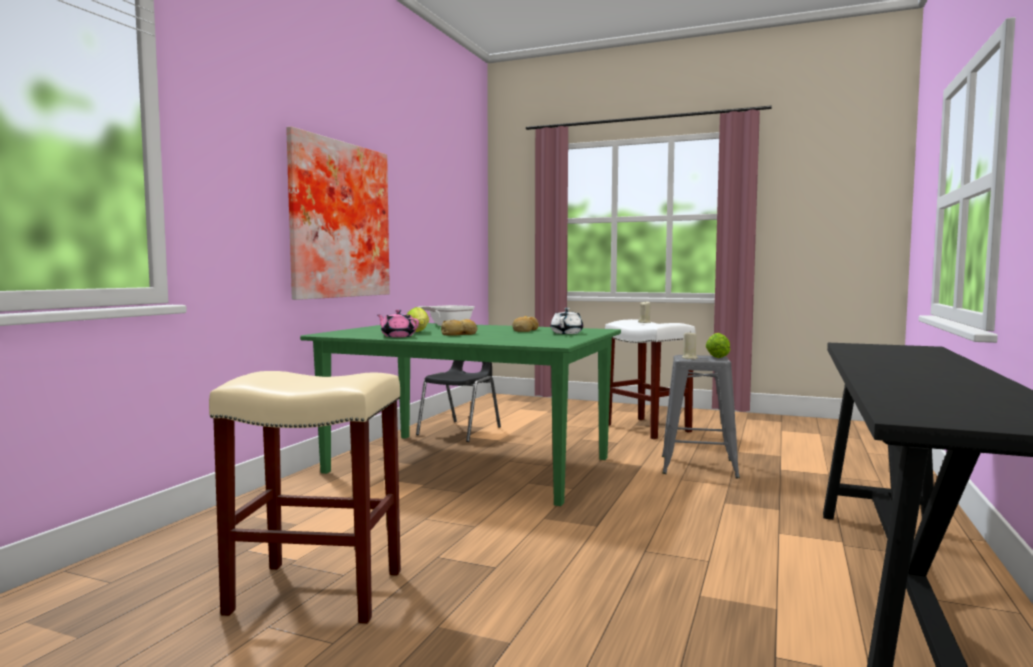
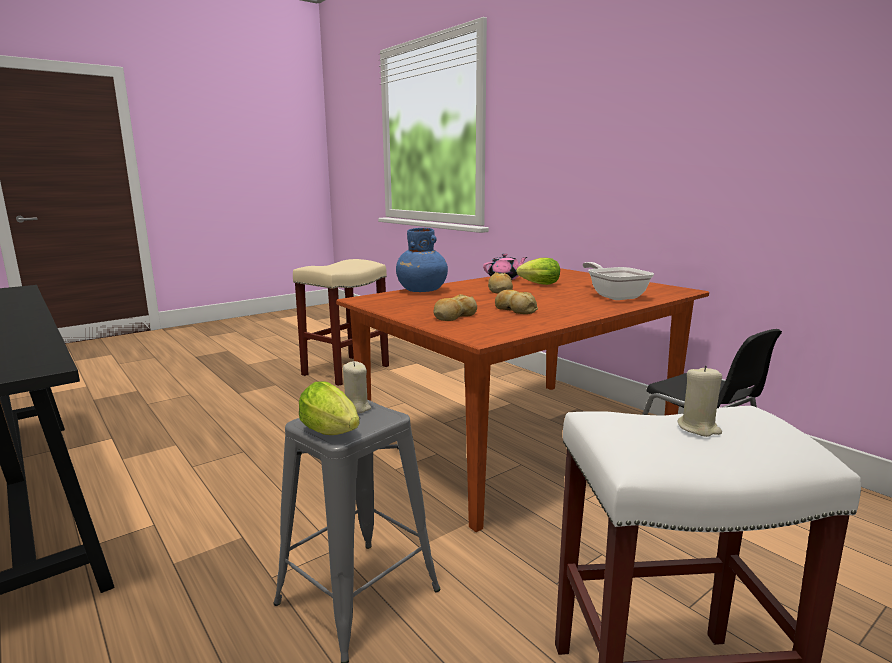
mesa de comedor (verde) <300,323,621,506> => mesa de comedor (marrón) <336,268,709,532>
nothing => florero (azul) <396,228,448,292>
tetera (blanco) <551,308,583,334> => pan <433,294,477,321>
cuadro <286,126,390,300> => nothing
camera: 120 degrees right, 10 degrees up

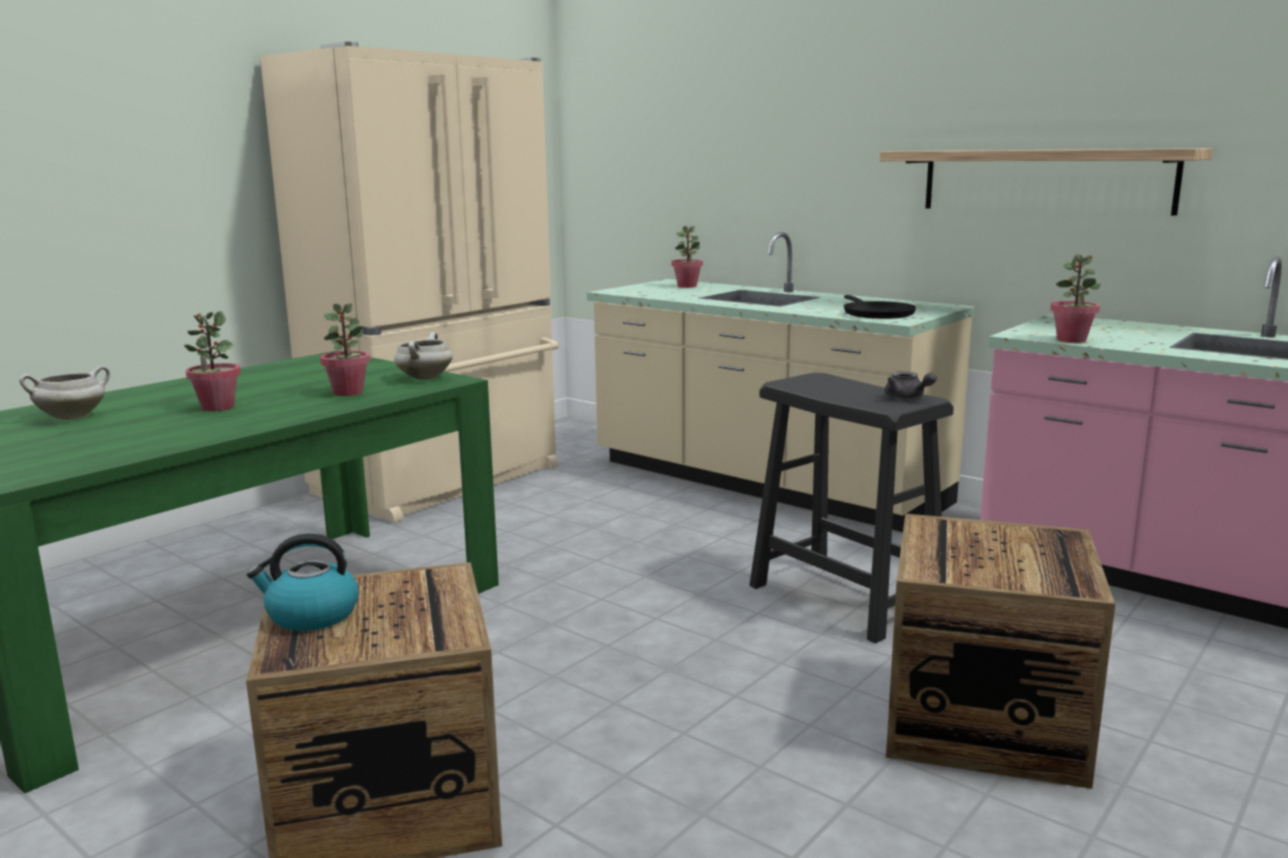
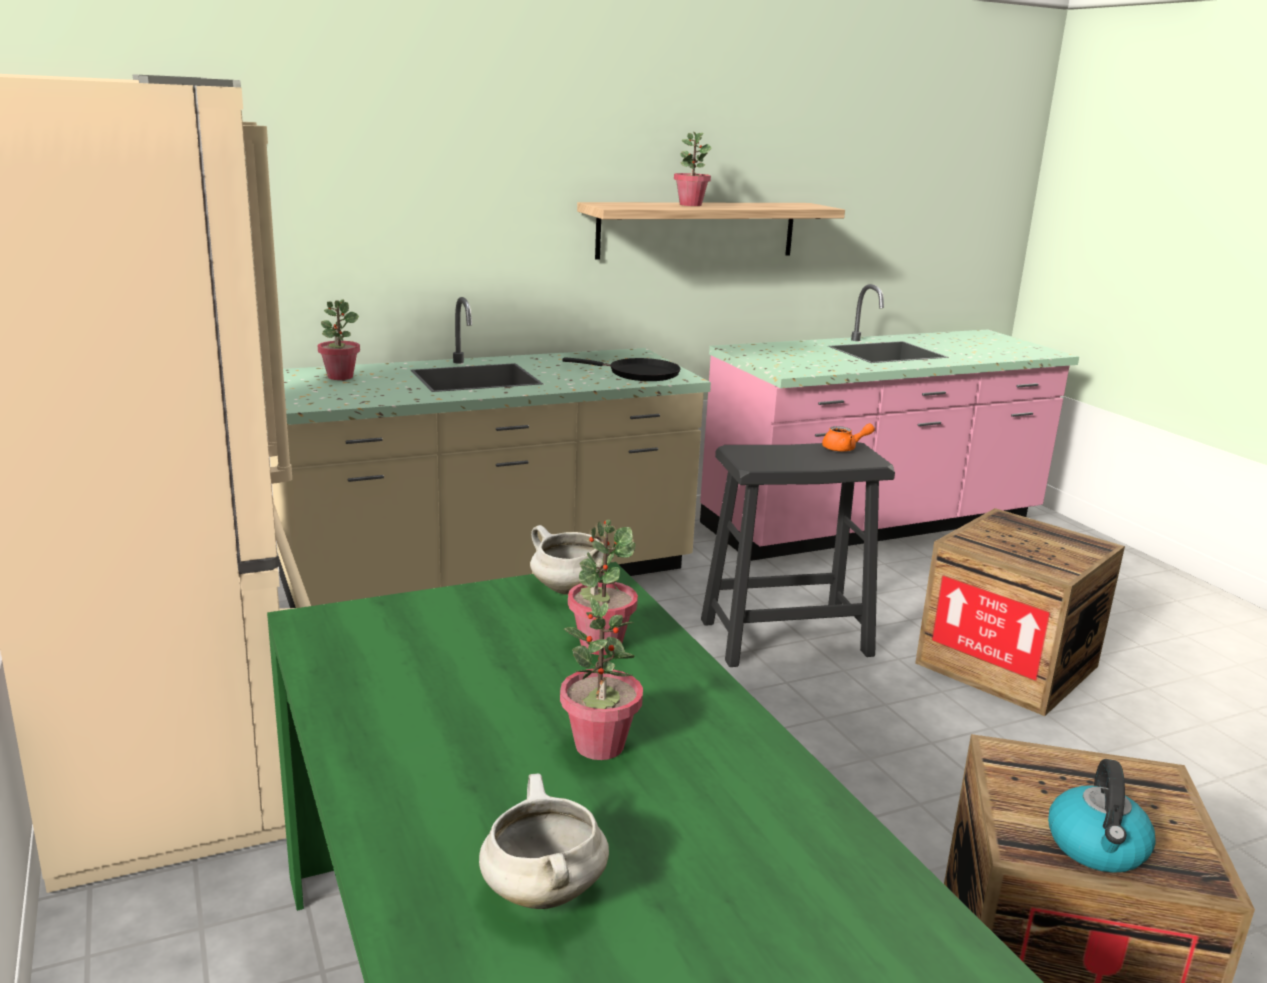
planta en maceta <1050,253,1101,343> => planta en maceta <674,132,712,206>, shifted
tetera (gris) <885,371,937,399> => tetera (naranja) <822,423,875,452>
camera: 65 degrees left, 5 degrees up

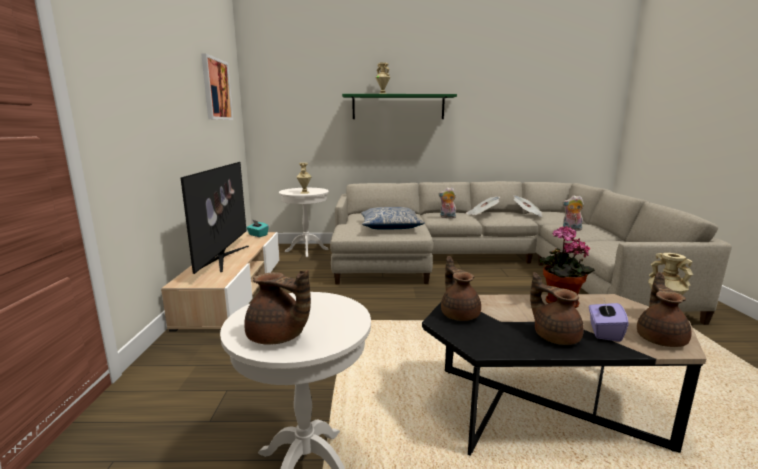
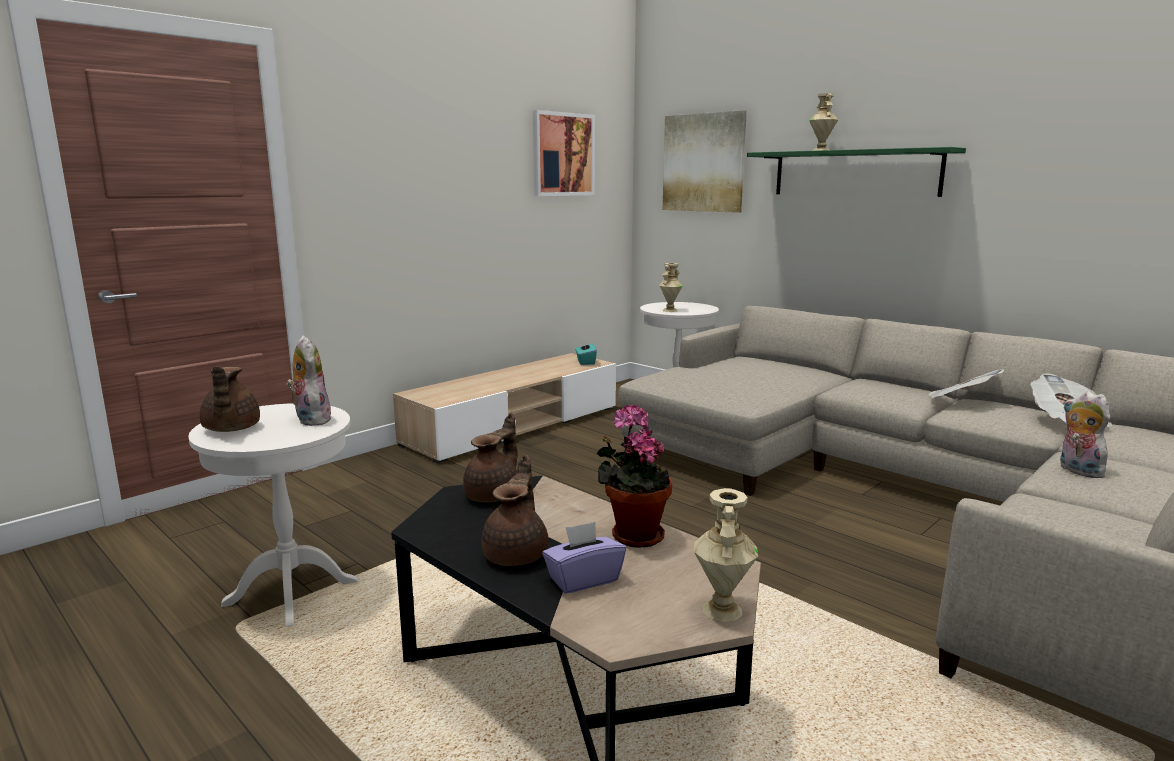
peluche <438,187,457,219> => peluche <286,335,332,426>, shifted
nothing => cuadro <663,110,747,213>
televisor <181,162,249,274> => nothing
cojín <361,207,425,229> => nothing
tetera (marrón) <637,272,691,347> => nothing
camera: 45 degrees right, 0 degrees up

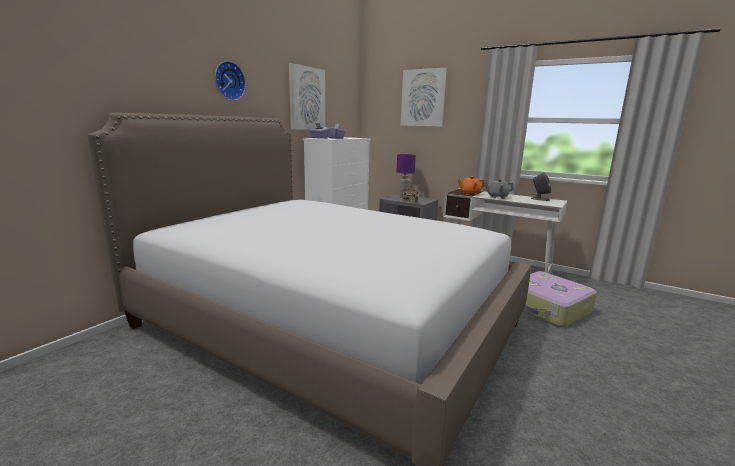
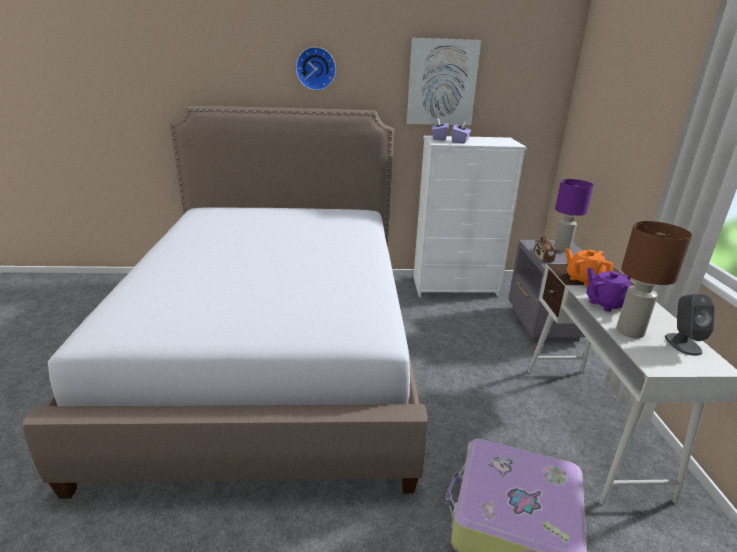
tetera (gris) <484,179,514,199> => tetera (morado) <586,268,631,312>
nothing => lámpara de mesa (marrón) <616,221,692,338>
cuadro <401,68,447,127> => nothing
camera: 55 degrees right, 10 degrees up

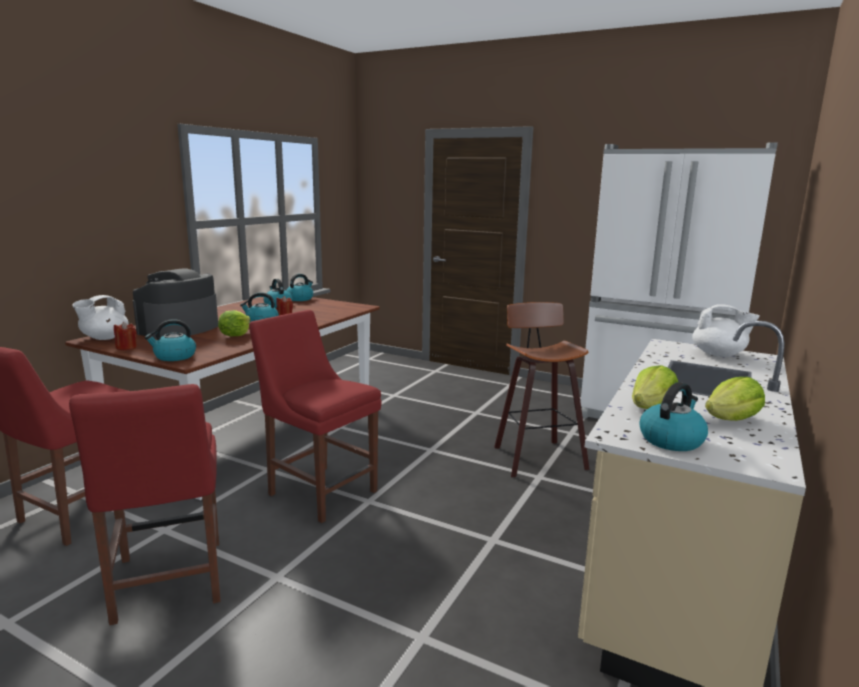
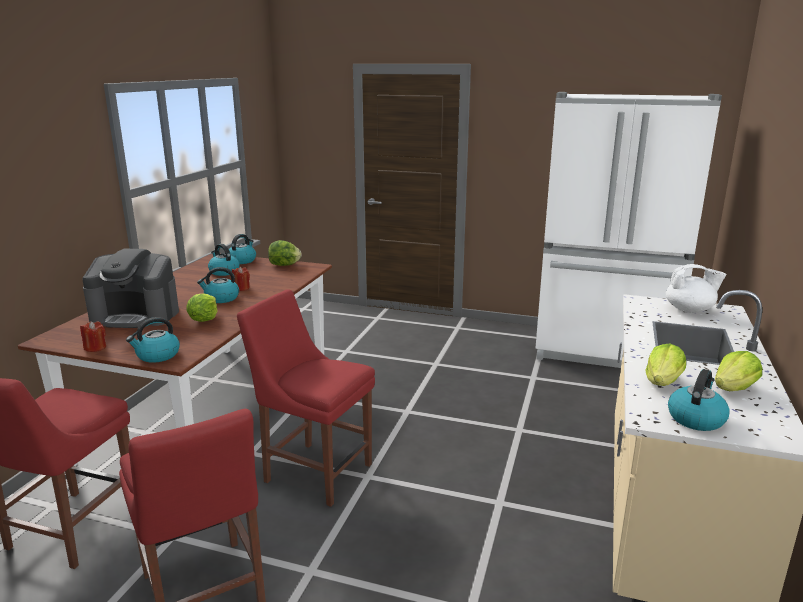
cafetera <133,268,218,339> => cafetera <82,249,179,328>, 105 degrees counterclockwise
nothing => lechuga <268,240,302,266>
tetera (blanco) <72,295,128,340> => nothing
taburete <494,302,589,477> => nothing
camera: 10 degrees left, 5 degrees up

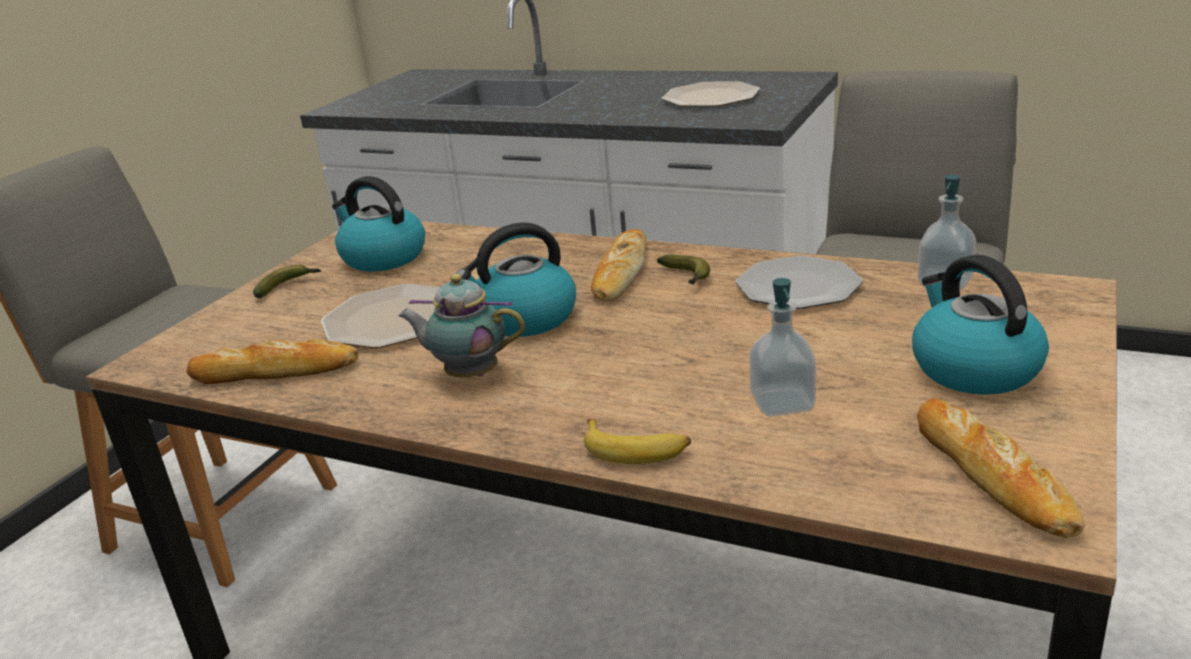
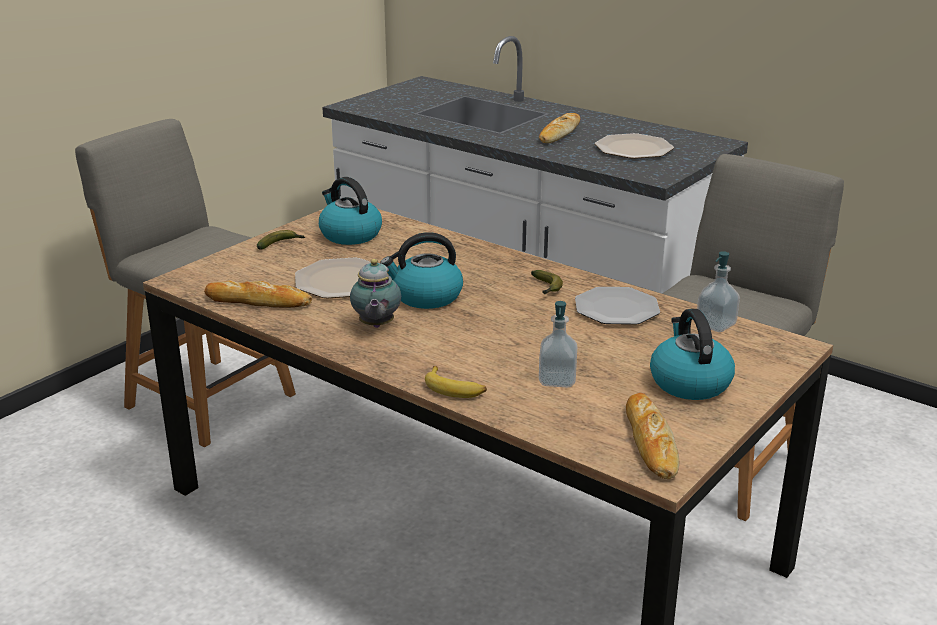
tetera <398,274,525,377> => tetera <350,259,401,328>, 120 degrees counterclockwise
pan <591,229,647,301> => pan <539,113,580,143>, shifted
camera: 10 degrees right, 0 degrees up

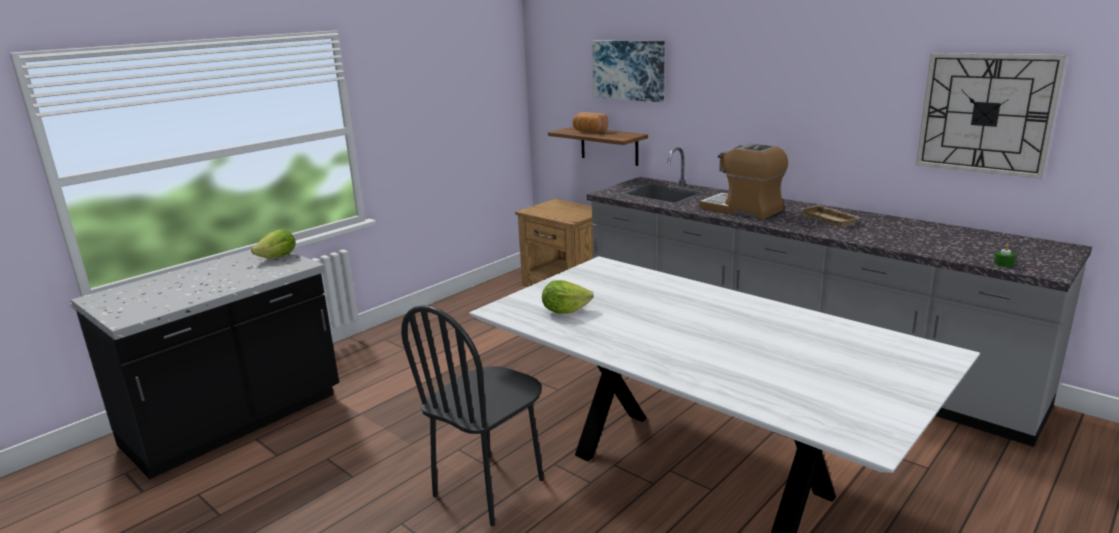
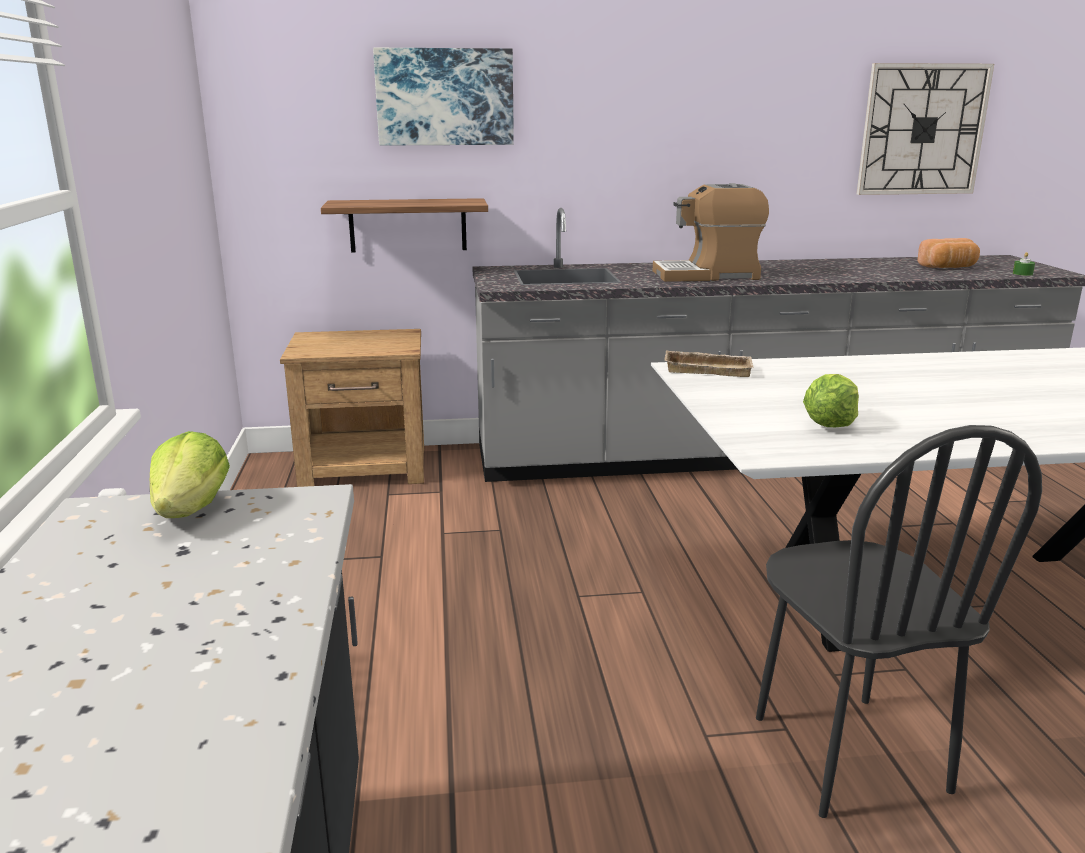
bandeja (beis) <800,205,861,227> => bandeja (beis) <664,350,754,377>, shifted
pan <573,112,608,132> => pan <917,238,980,268>, shifted
camera: 50 degrees left, 0 degrees up

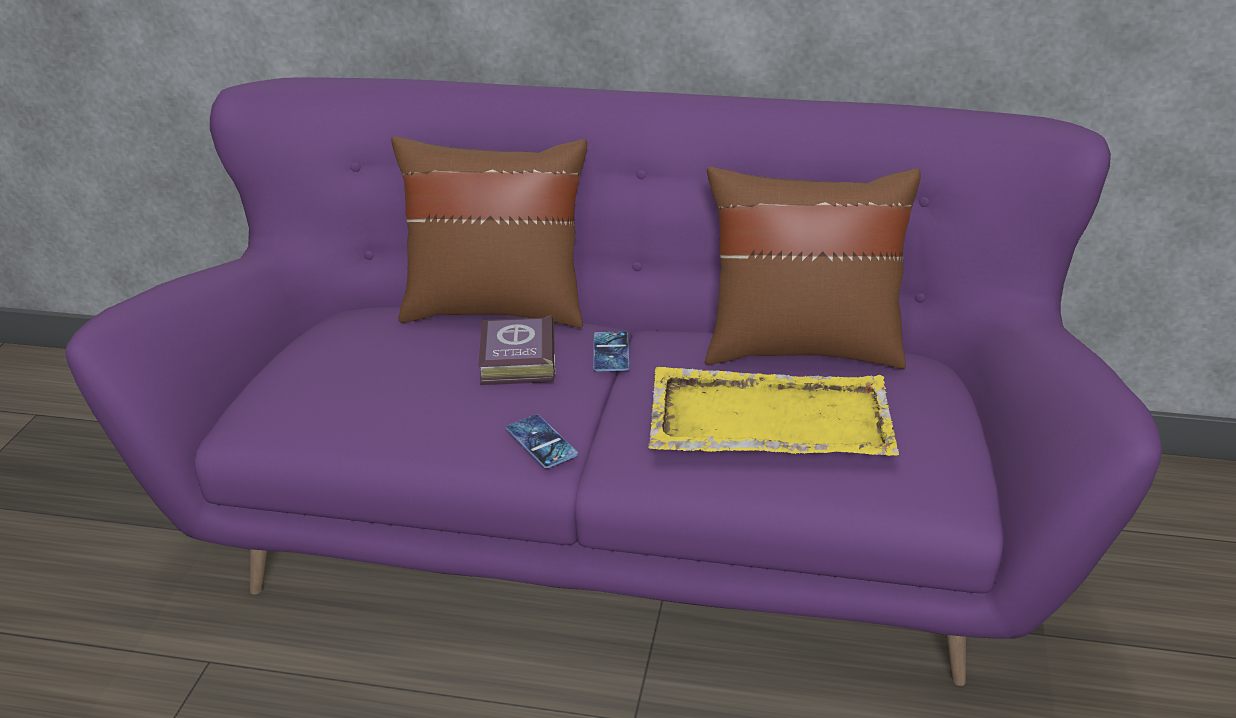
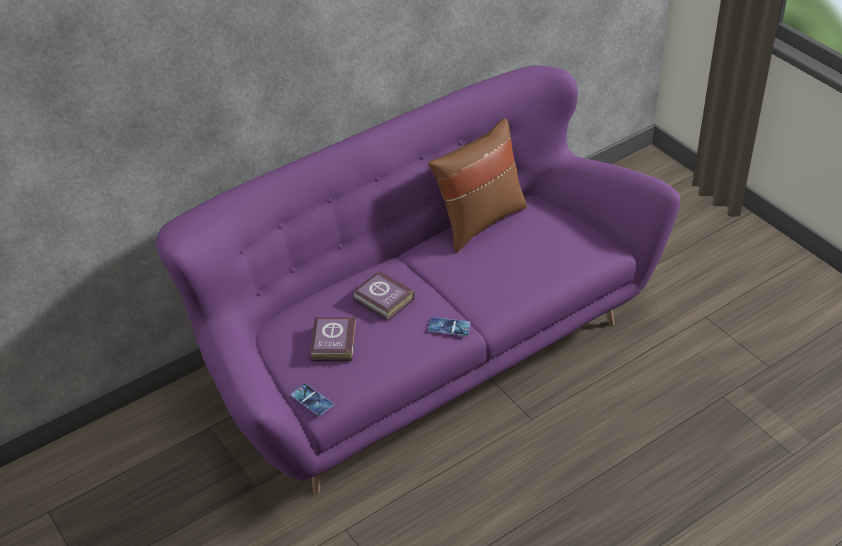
móvil <594,331,629,371> => móvil <291,384,334,416>, shifted
nothing => libro <310,316,356,361>
cojín (marrón) <391,136,587,328> => nothing
bandeja (amarillo) <648,367,899,456> => nothing
camera: 45 degrees left, 10 degrees up

